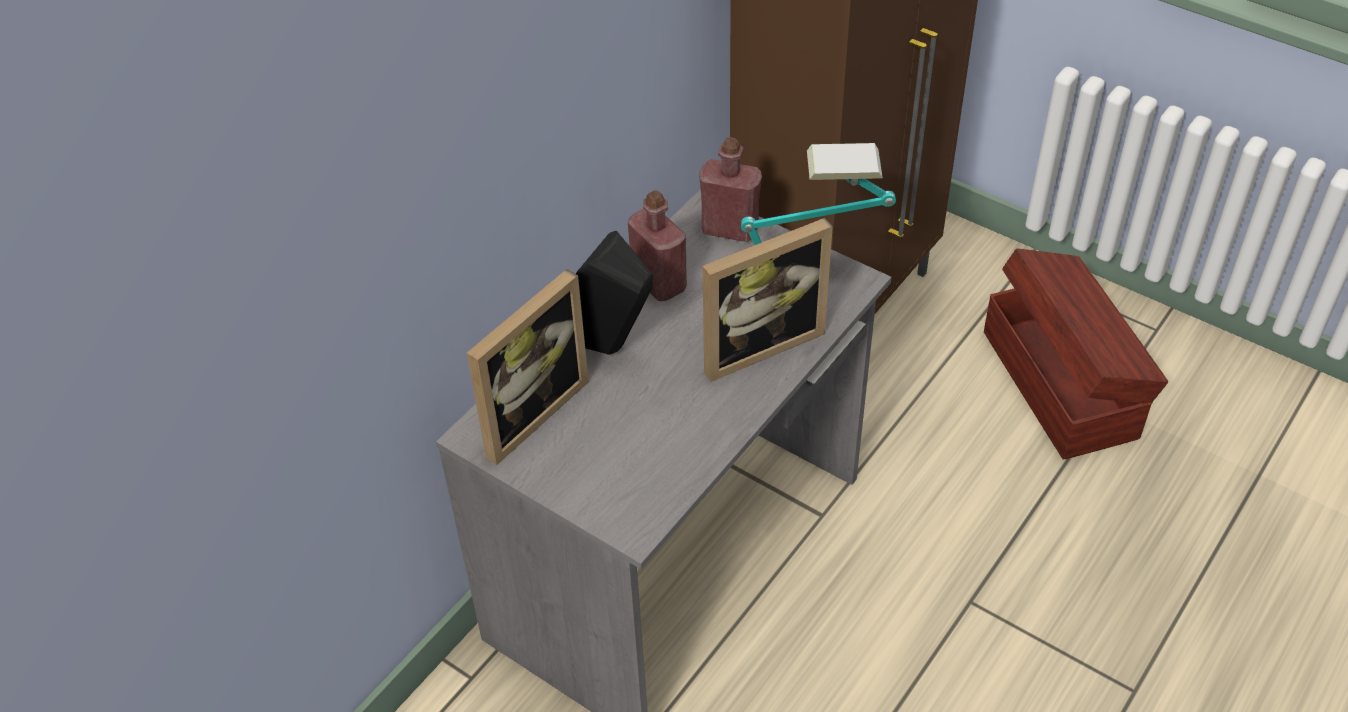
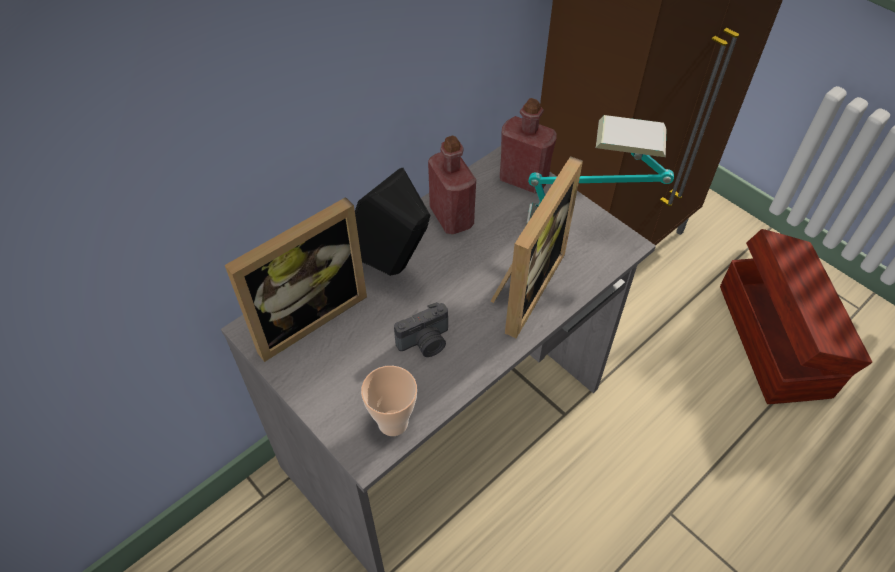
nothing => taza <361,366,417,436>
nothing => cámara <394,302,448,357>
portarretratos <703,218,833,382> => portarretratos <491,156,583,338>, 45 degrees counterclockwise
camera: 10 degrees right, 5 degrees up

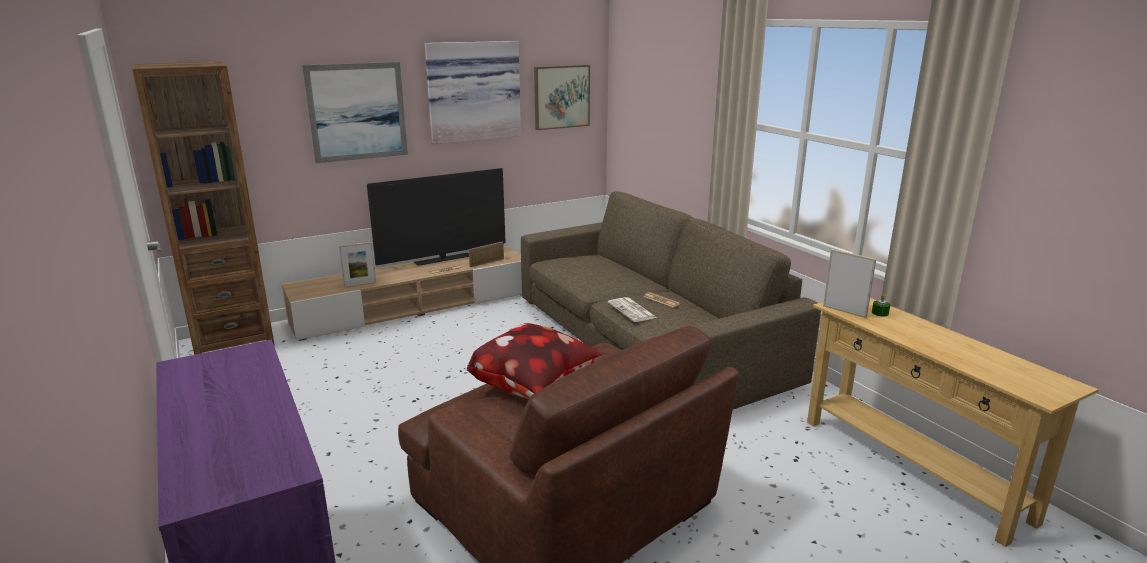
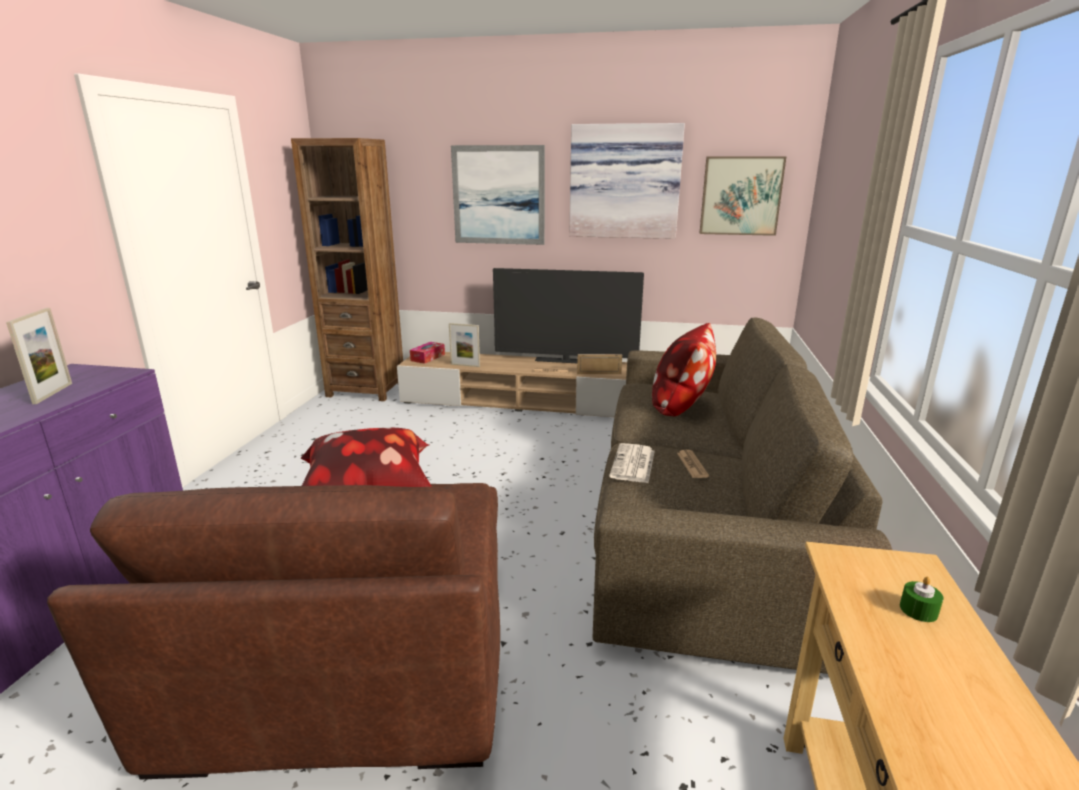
portarretratos <823,249,876,318> => portarretratos <6,308,72,404>, shifted
nothing => caja de pañuelos <410,342,445,364>
nothing => cojín <652,323,716,416>
camera: 40 degrees right, 0 degrees up

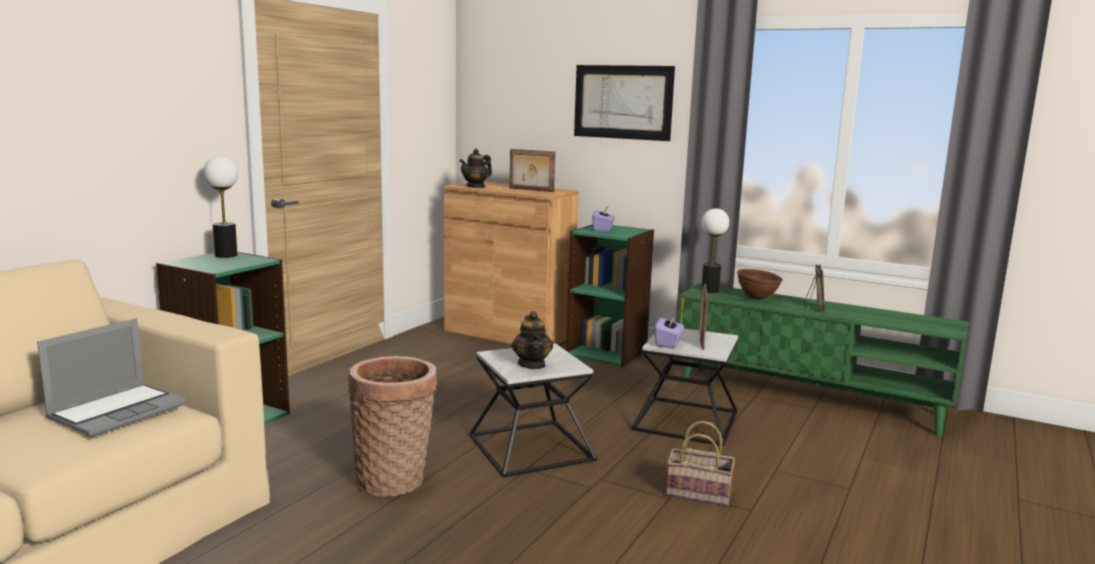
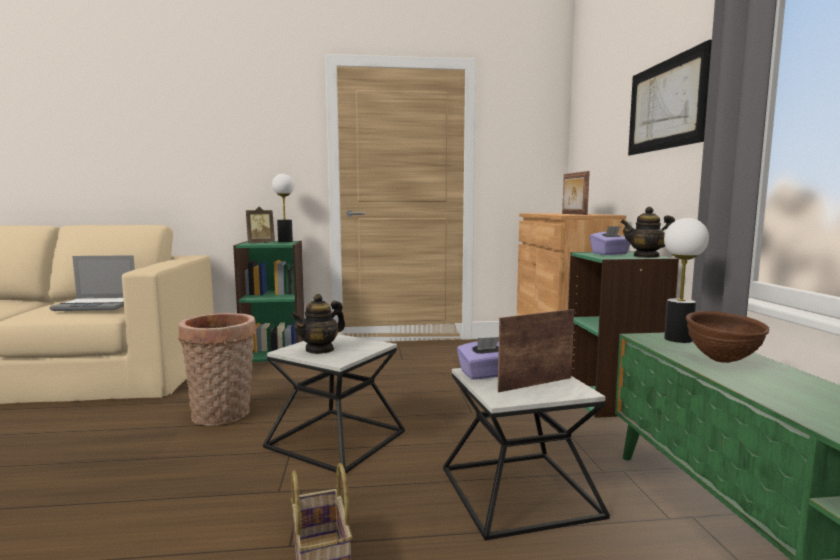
portarretratos <804,265,825,311> => portarretratos <246,207,275,243>, shifted
tetera <459,149,492,188> => tetera <620,207,675,258>, shifted
camera: 55 degrees right, 5 degrees down

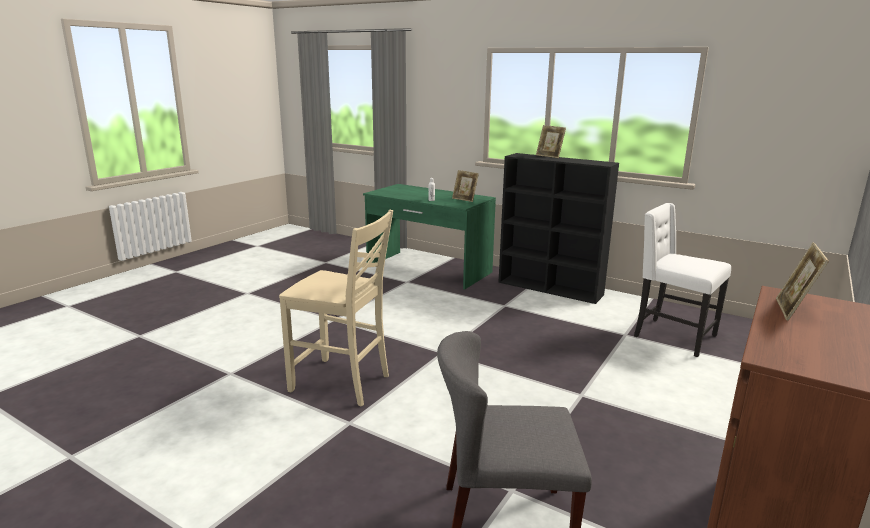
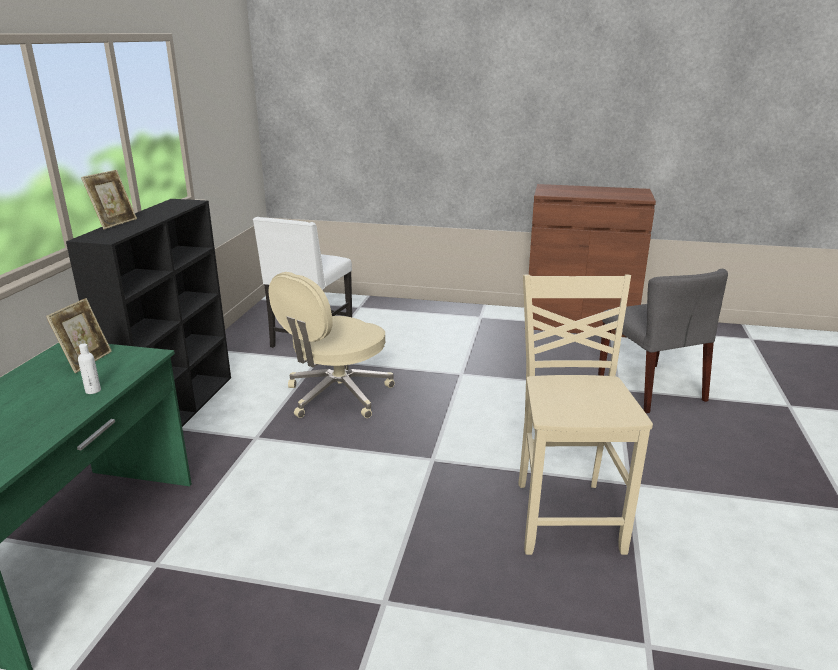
nothing => silla de oficina (beis) <269,272,395,418>
portarretratos <776,242,829,321> => nothing
camera: 110 degrees left, 5 degrees up

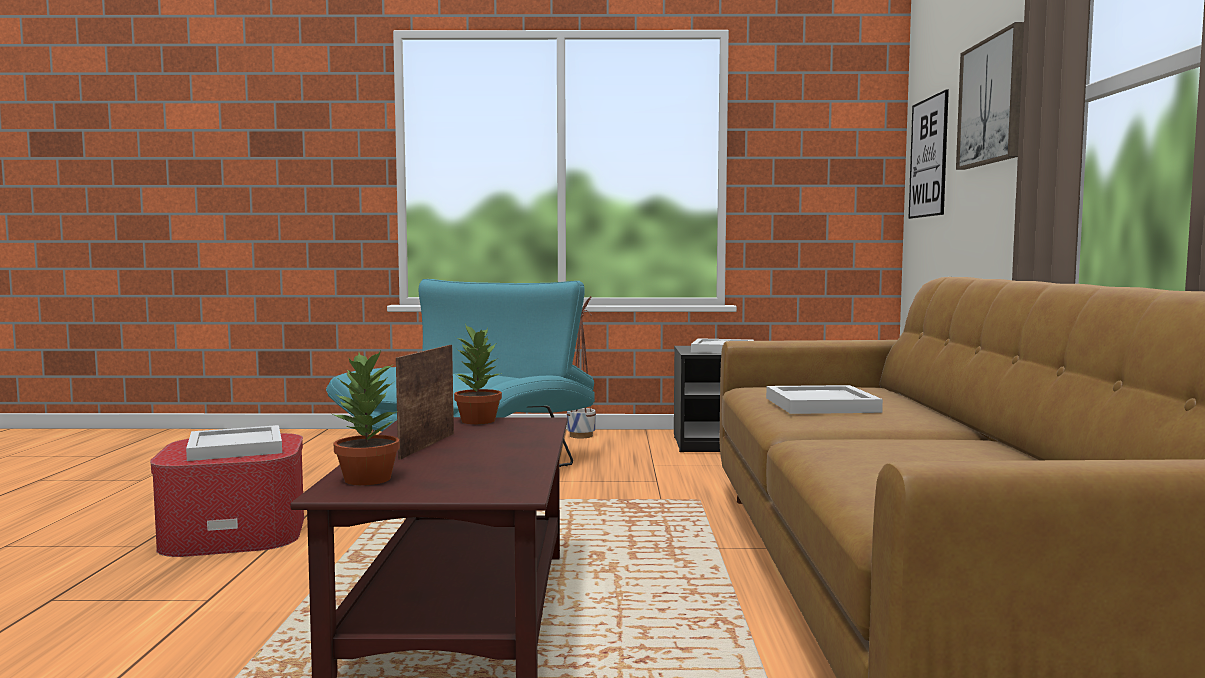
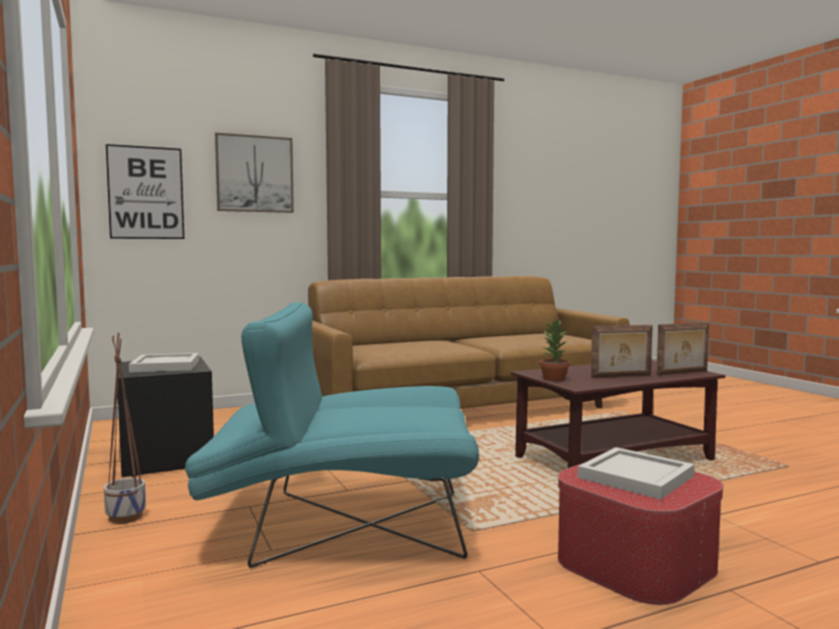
planta en maceta <333,350,400,485> => portarretratos <656,322,709,375>
bandeja (blanco) <766,385,883,414> => nothing
camera: 115 degrees left, 0 degrees up

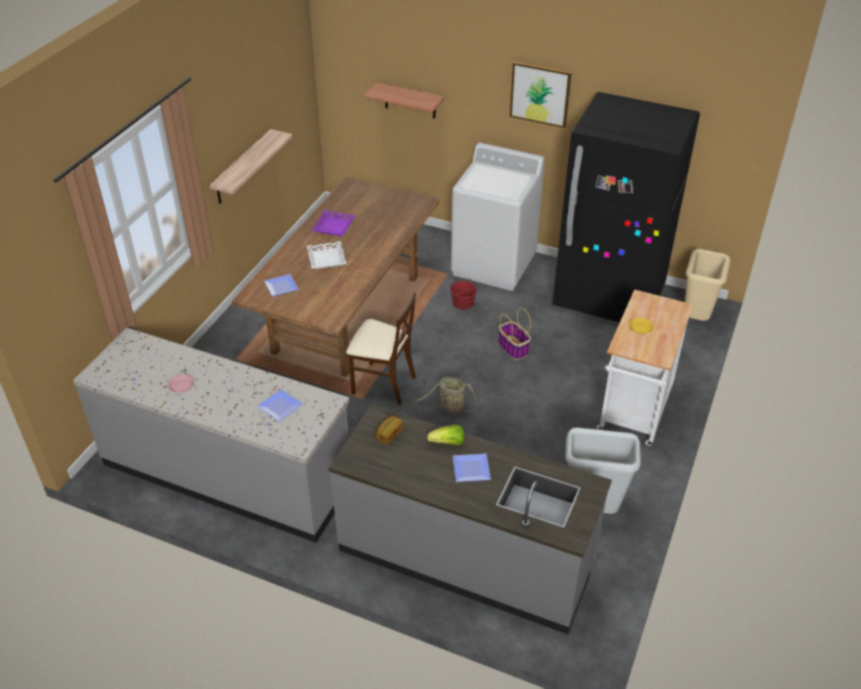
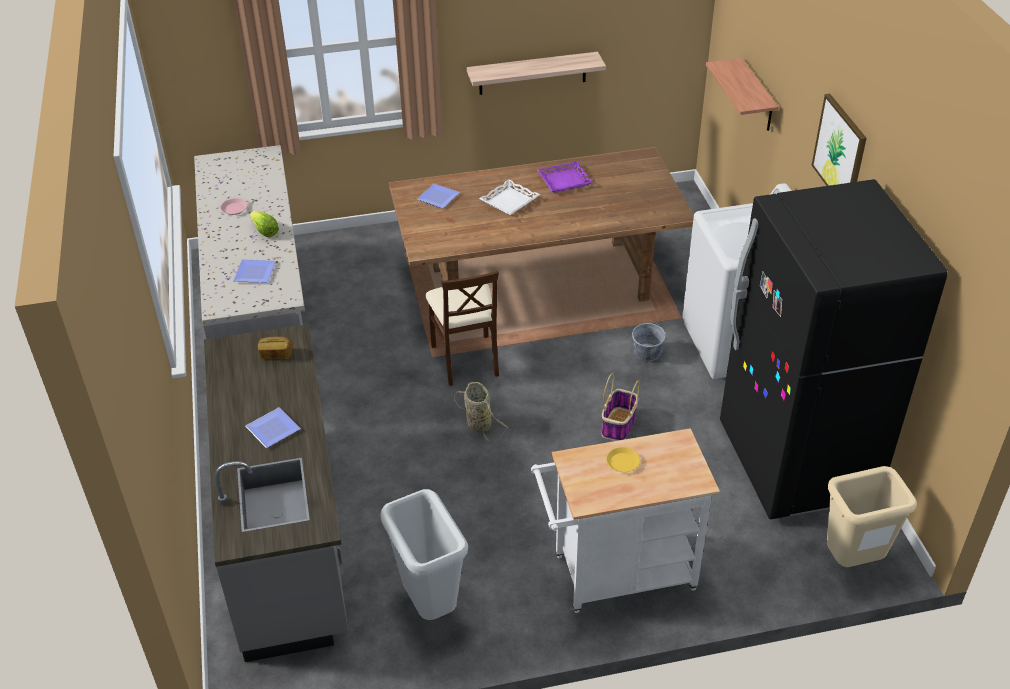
lechuga <427,424,464,445> => lechuga <250,211,279,237>, shifted
cubo (rojo) <450,277,477,310> => cubo (gris) <632,322,666,362>
camera: 55 degrees right, 0 degrees up

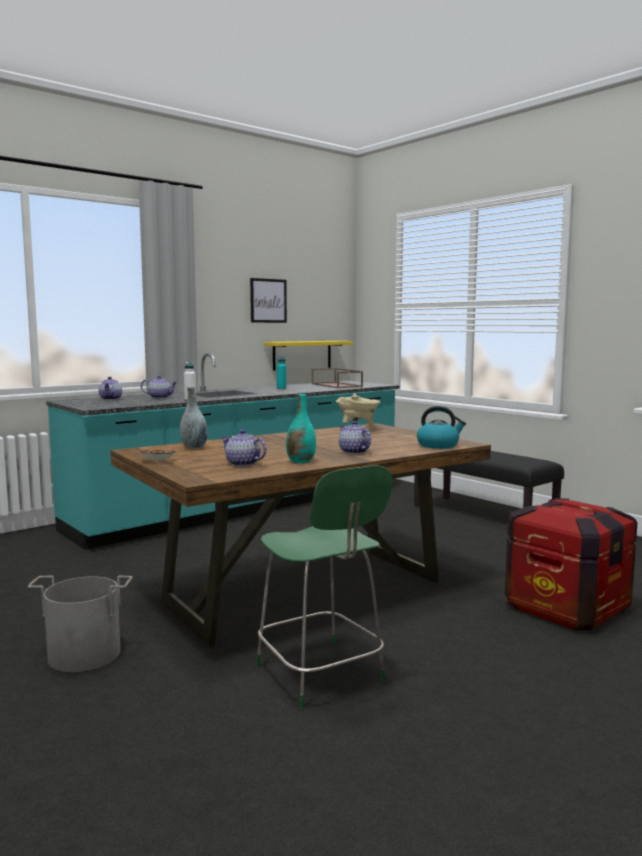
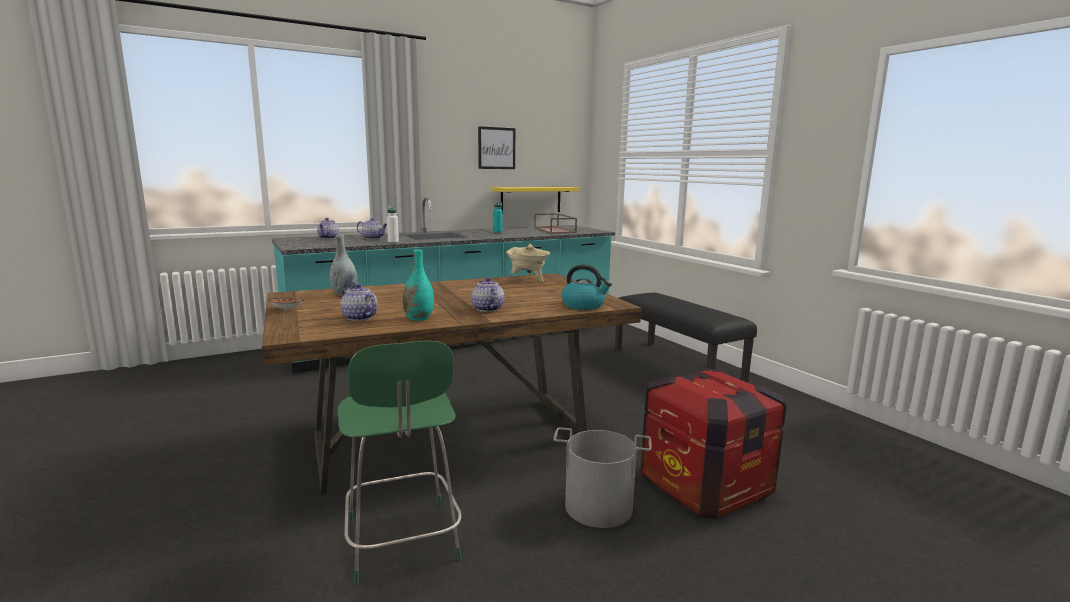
cubo (gris) <28,576,133,672> => cubo (gris) <553,427,652,528>, shifted
camera: 10 degrees right, 5 degrees up

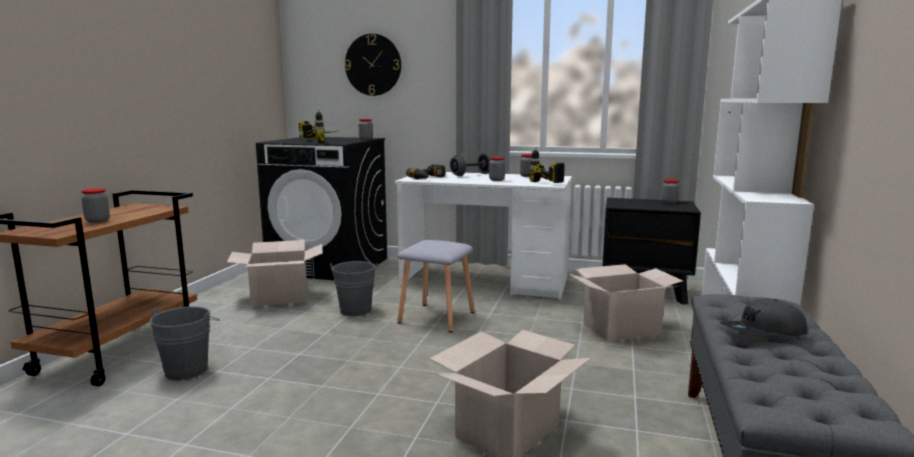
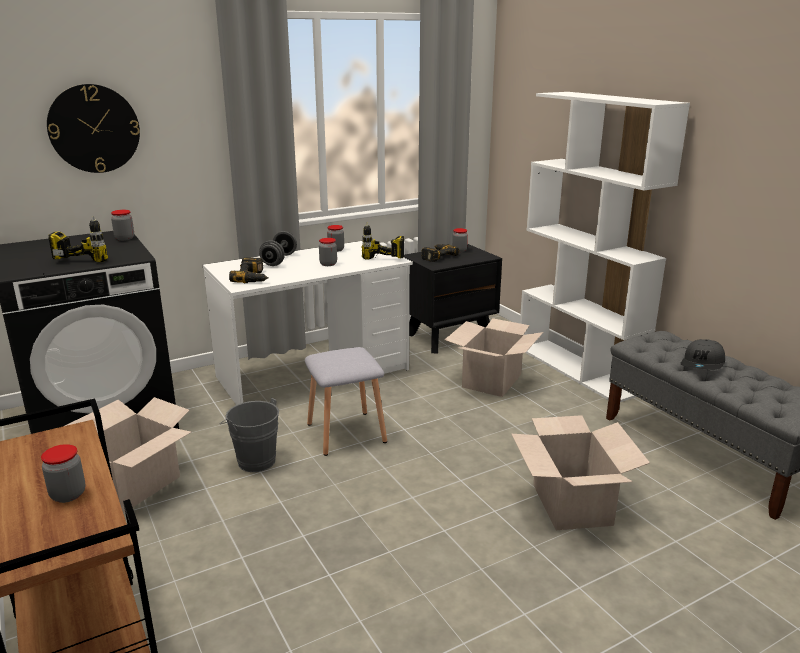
nothing => taladro <421,244,460,262>
cubo (gris) <149,306,219,381> => nothing
camera: 45 degrees left, 10 degrees up

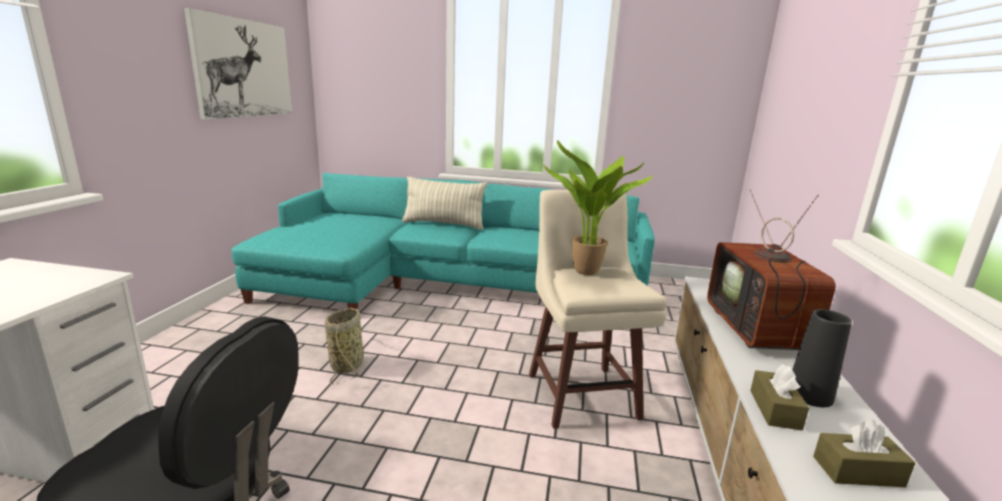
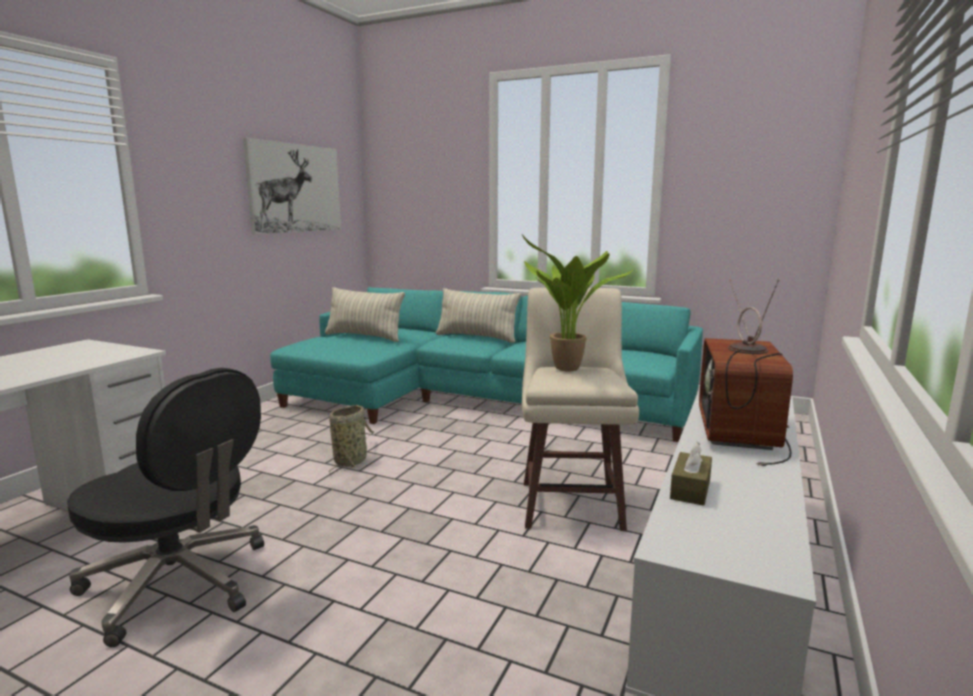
nothing => cojín <325,287,405,342>
florero (negro) <792,309,852,407> => nothing
caja de pañuelos (marrón) <813,420,916,487> => nothing
camera: 15 degrees right, 5 degrees down

